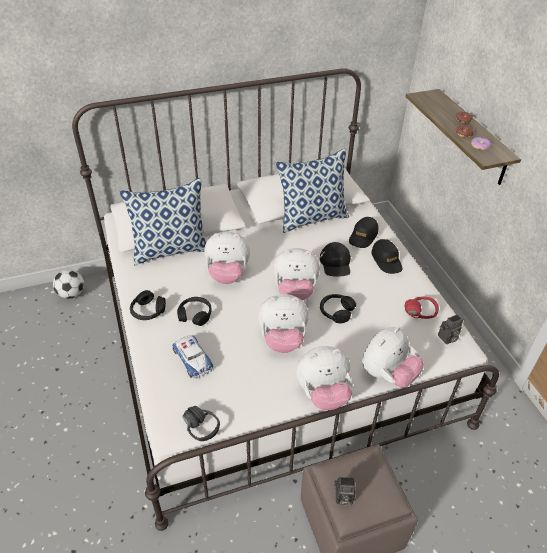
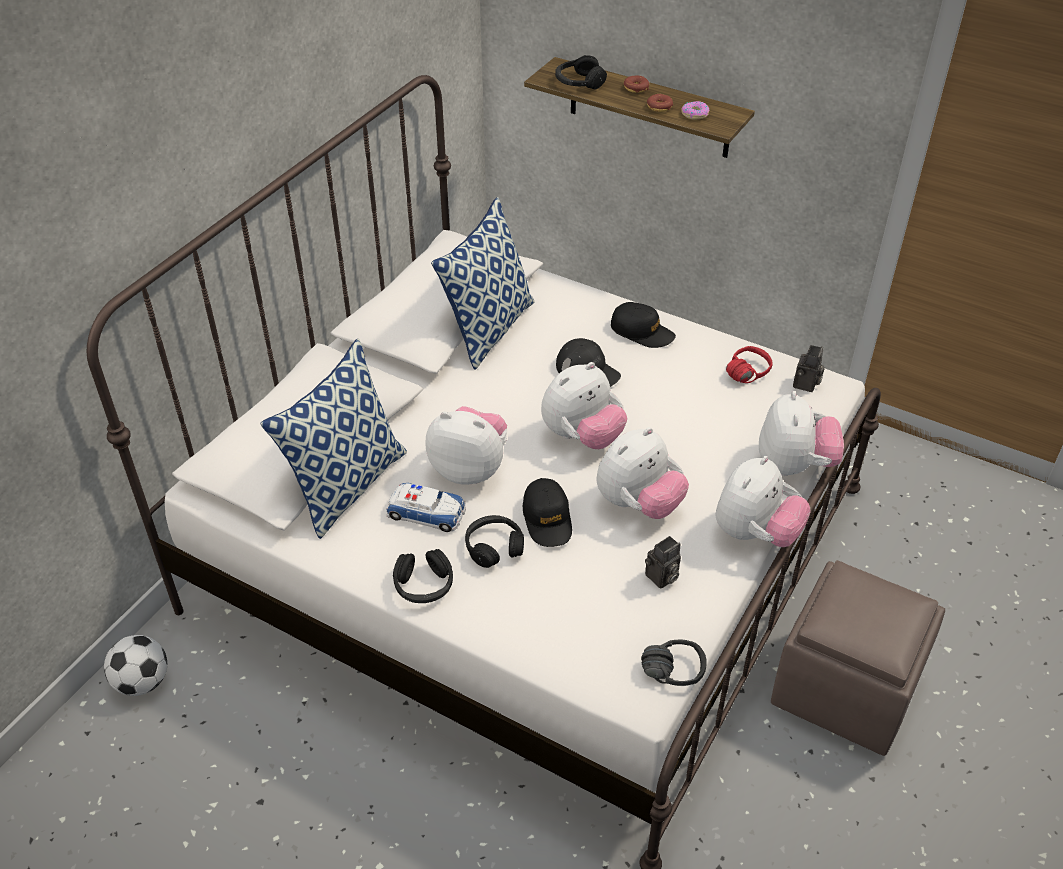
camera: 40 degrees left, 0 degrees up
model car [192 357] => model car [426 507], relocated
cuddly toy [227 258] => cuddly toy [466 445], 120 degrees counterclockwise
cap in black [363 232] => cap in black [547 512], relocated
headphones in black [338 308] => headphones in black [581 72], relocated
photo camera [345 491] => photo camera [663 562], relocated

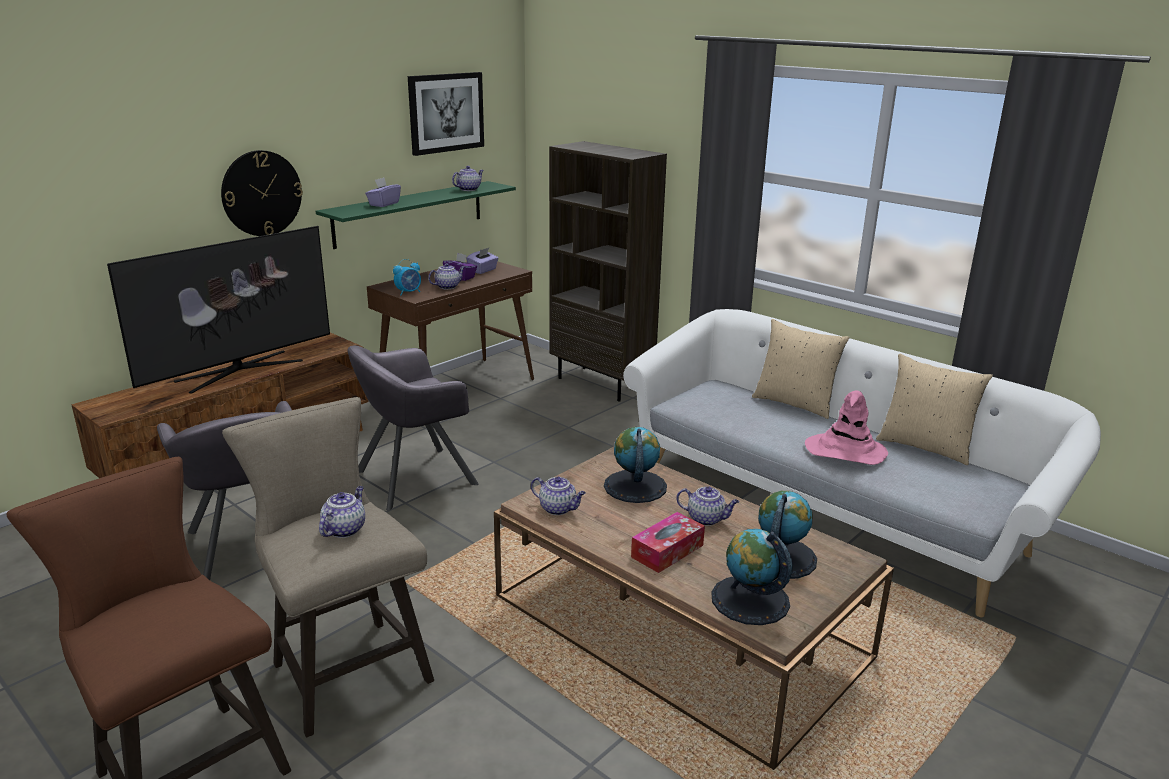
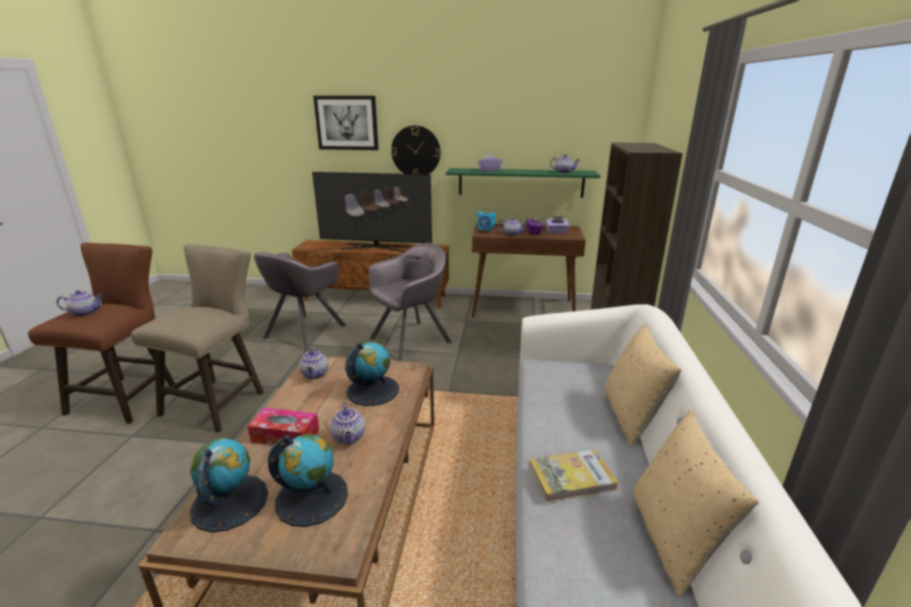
camera: 55 degrees right, 0 degrees up
teapot [342 512] => teapot [80 303], relocated
picture [446 114] => picture [346 123], relocated
lounge chair in gray [413 428] => lounge chair in gray [410 302], 120 degrees clockwise
wearable hat in pink-coloured [846 427] => bound book [574 476]

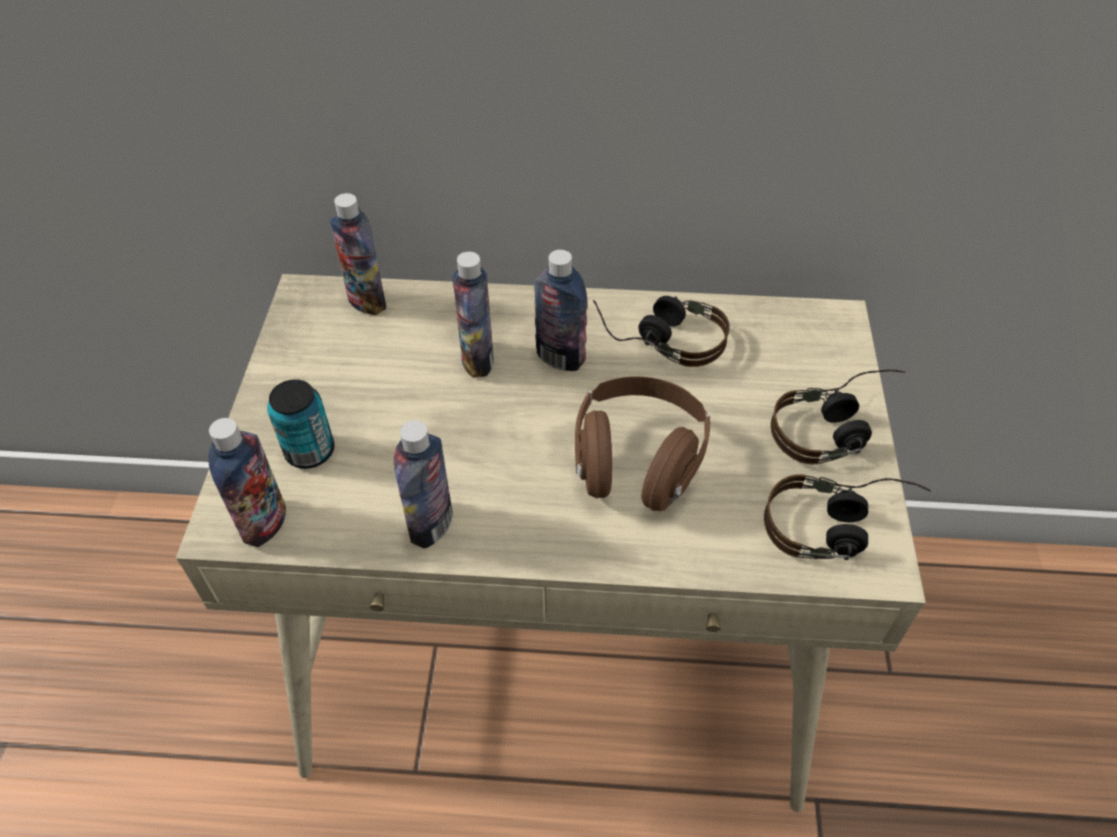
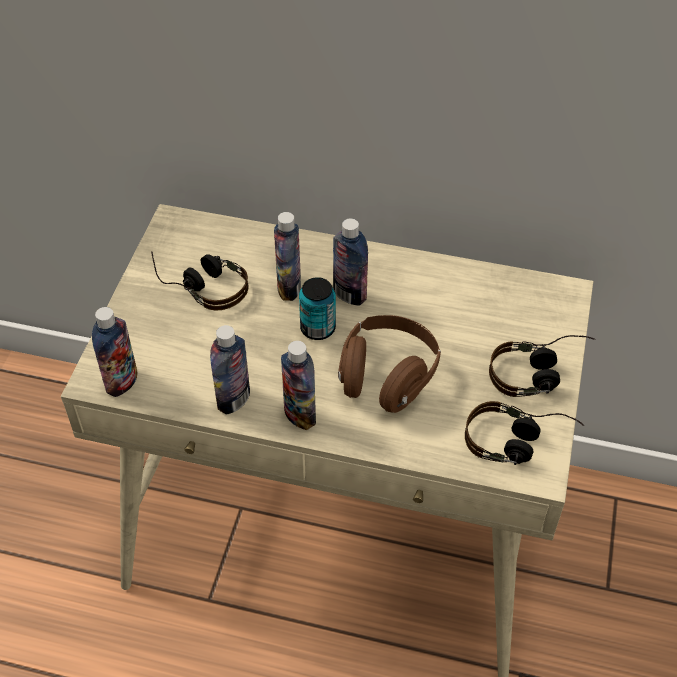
camera: 10 degrees right, 0 degrees up
headphones [661 331] => headphones [200 280], relocated
bottle [358 254] => bottle [298 385], relocated
metal can [301 424] => metal can [317 308], relocated

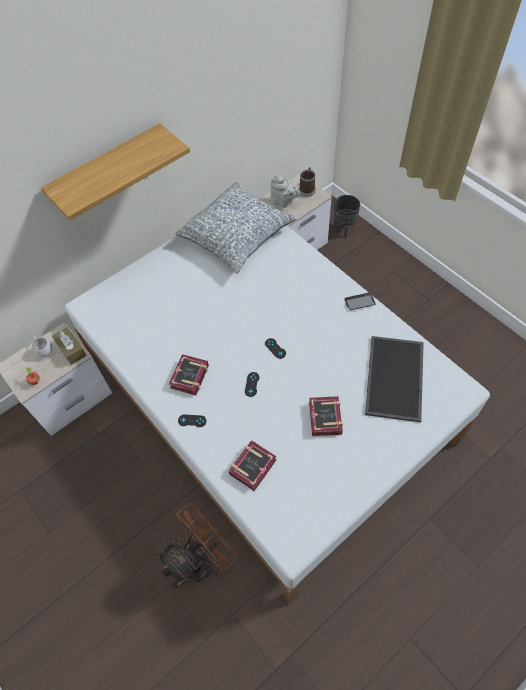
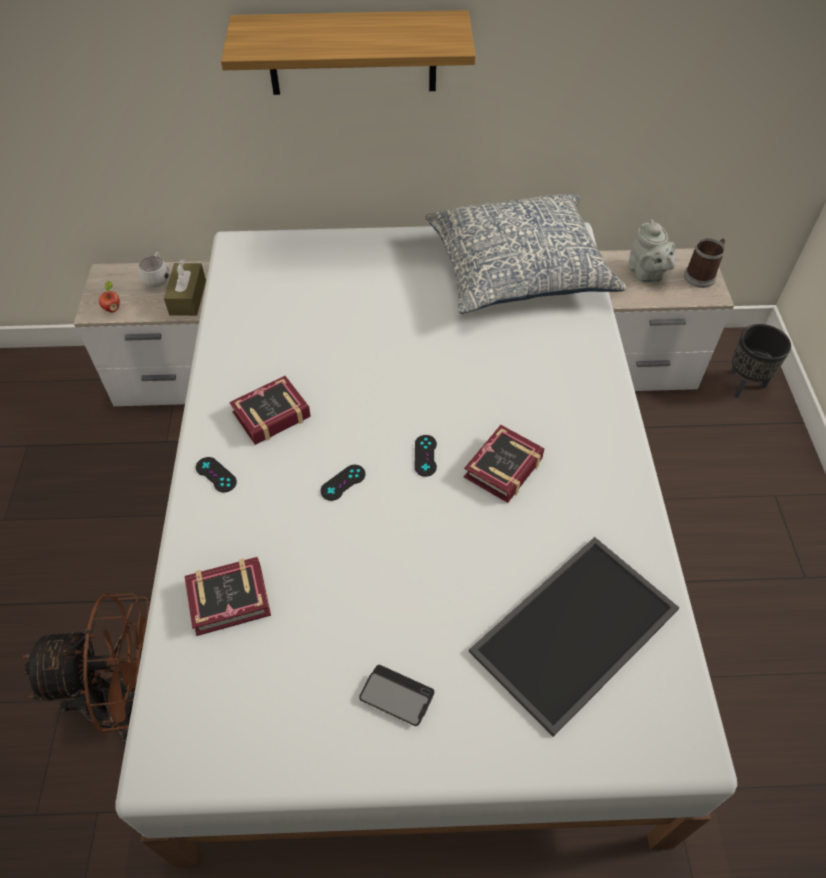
camera: 35 degrees right, 5 degrees down
handset [360 301] => handset [396 695], relocated
bound book [326 416] => bound book [504 464], relocated

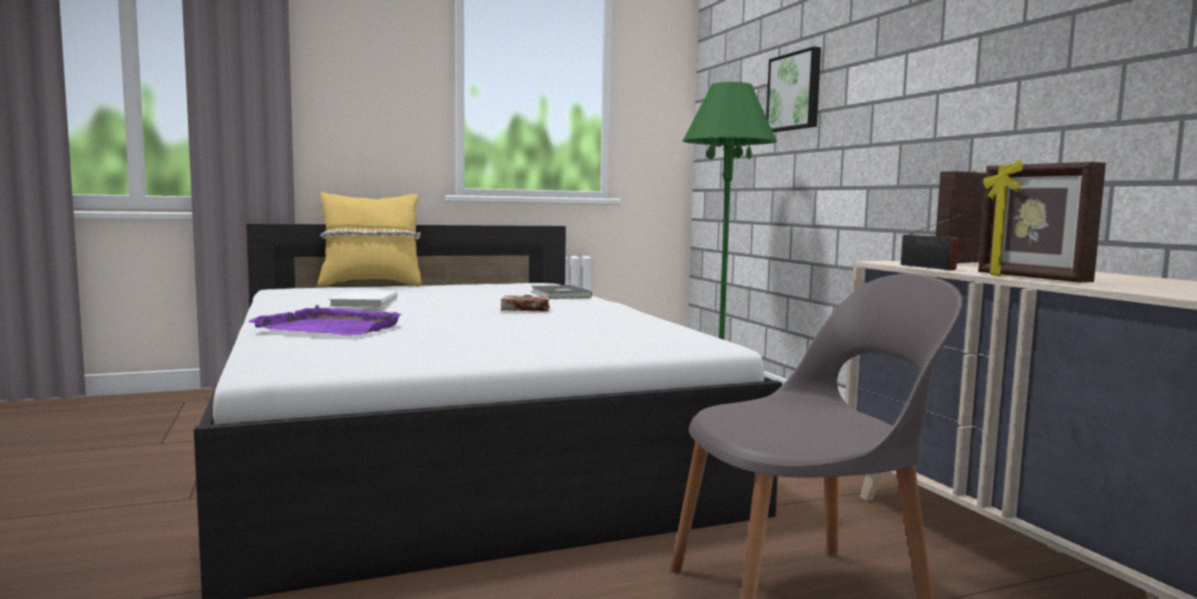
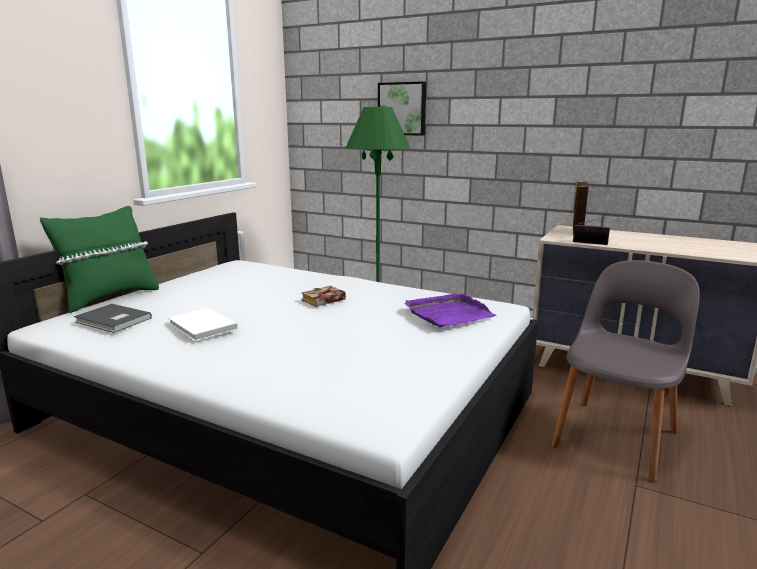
camera: 40 degrees left, 10 degrees up
pillow in yellow-coloured [369 239] => pillow in greenish [99 259]
bound book in gray [561 292] => bound book in gray [113 318], relocated
serving tray in purple [325 320] => serving tray in purple [451 310], relocated
standing frame [1042 221] => nothing

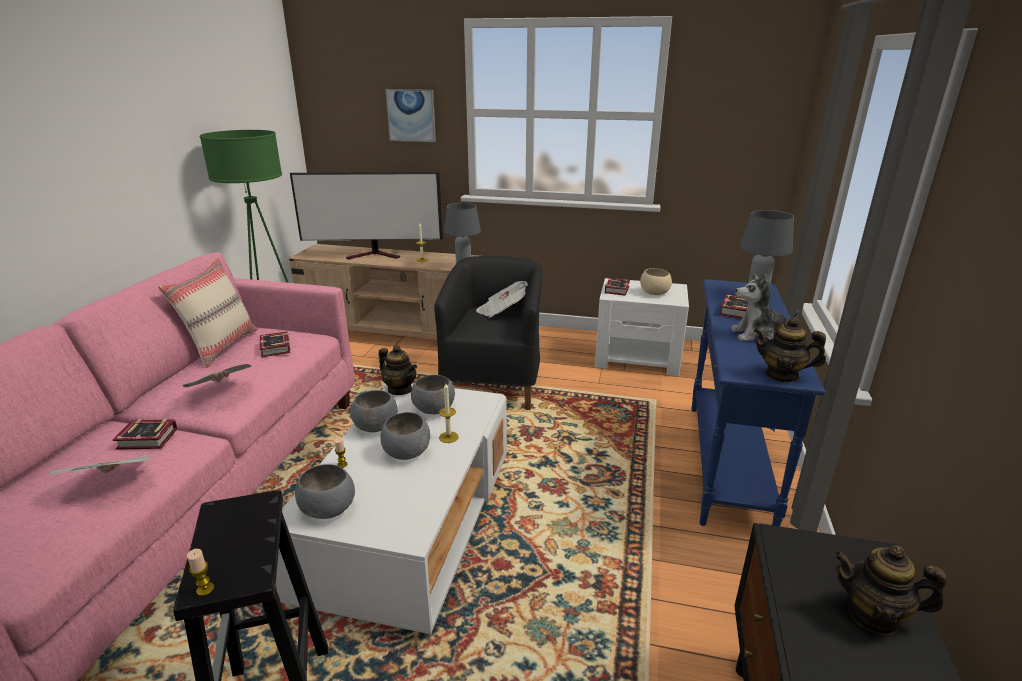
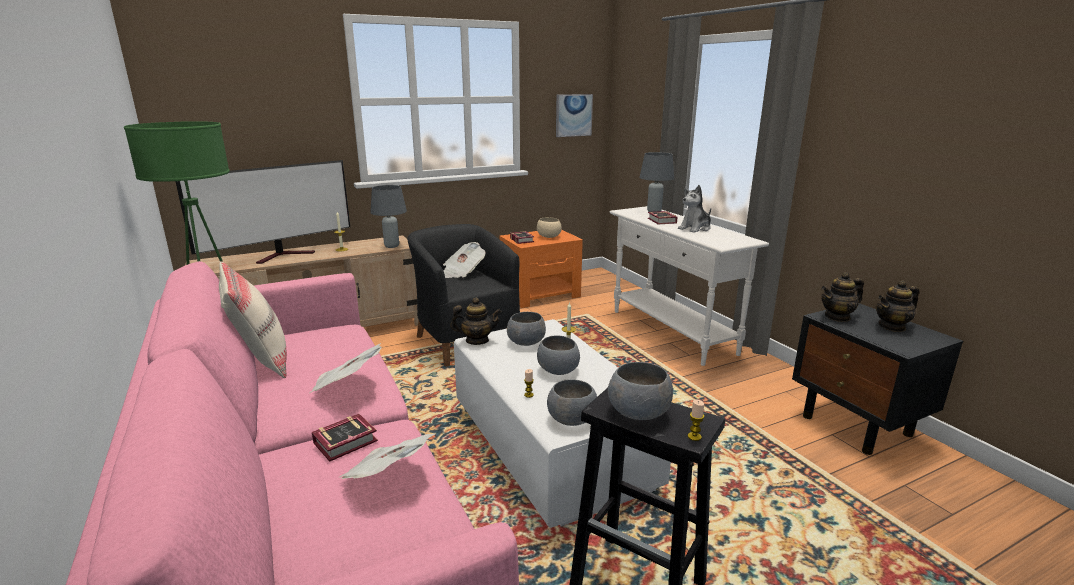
camera: 40 degrees left, 5 degrees down
night table in white [642 327] => night table in orange-coloured [541 269]
picture [410 115] => picture [574 115], relocated
serving bowl in gray [374 411] => serving bowl in gray [640 391], relocated
hall table in blue [758 402] => hall table in white [689 286]
teapot [790 350] => teapot [842 297], relocated
bound book [275 344] => nothing

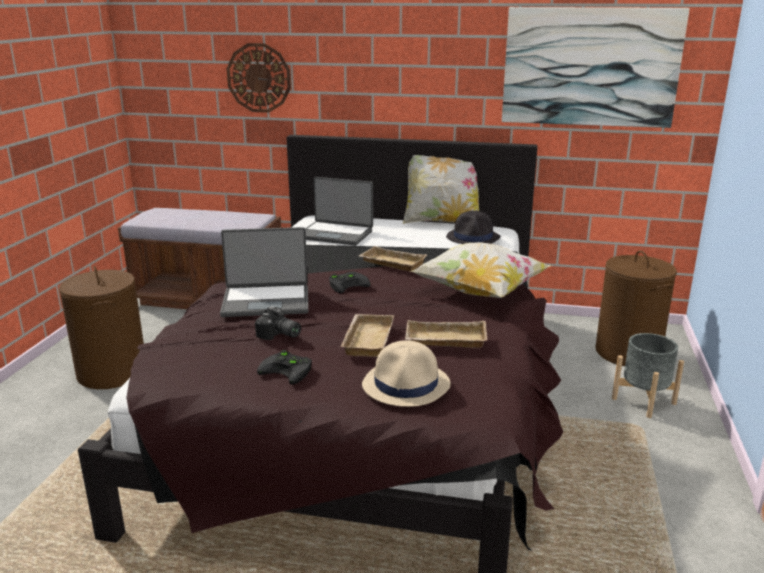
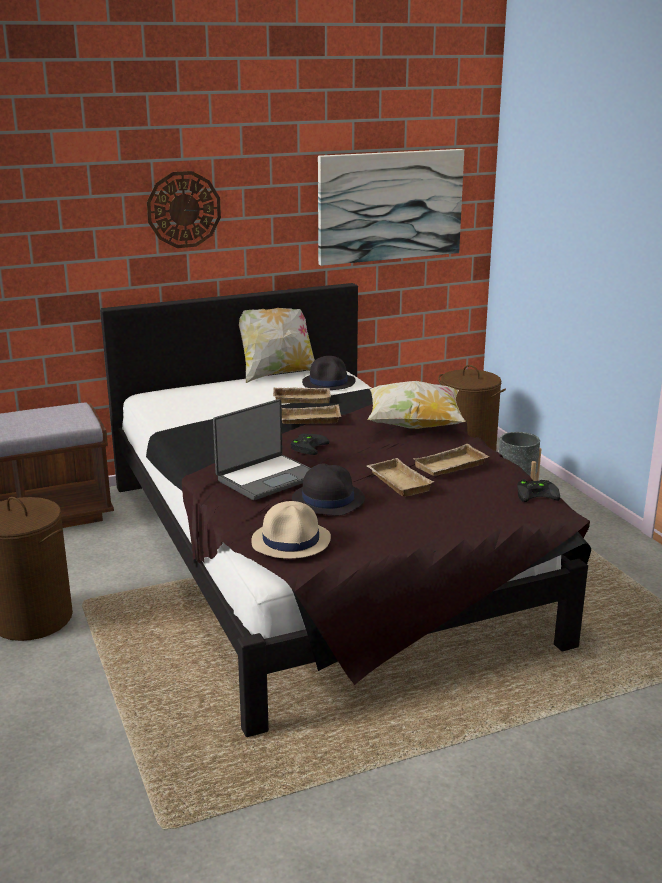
camera: 35 degrees left, 0 degrees up
clock on the wall [259 78] => clock on the wall [184 209], relocated
wearable hat in sand-coloured [406 373] => wearable hat in sand-coloured [291 530], relocated
nothing => serving tray in sand-coloured [302 395]
photo camera [278 323] => wearable hat in black [328 489]
joypad in black [284 367] => joypad in black [538 490], relocated
laptop [339 211] => nothing

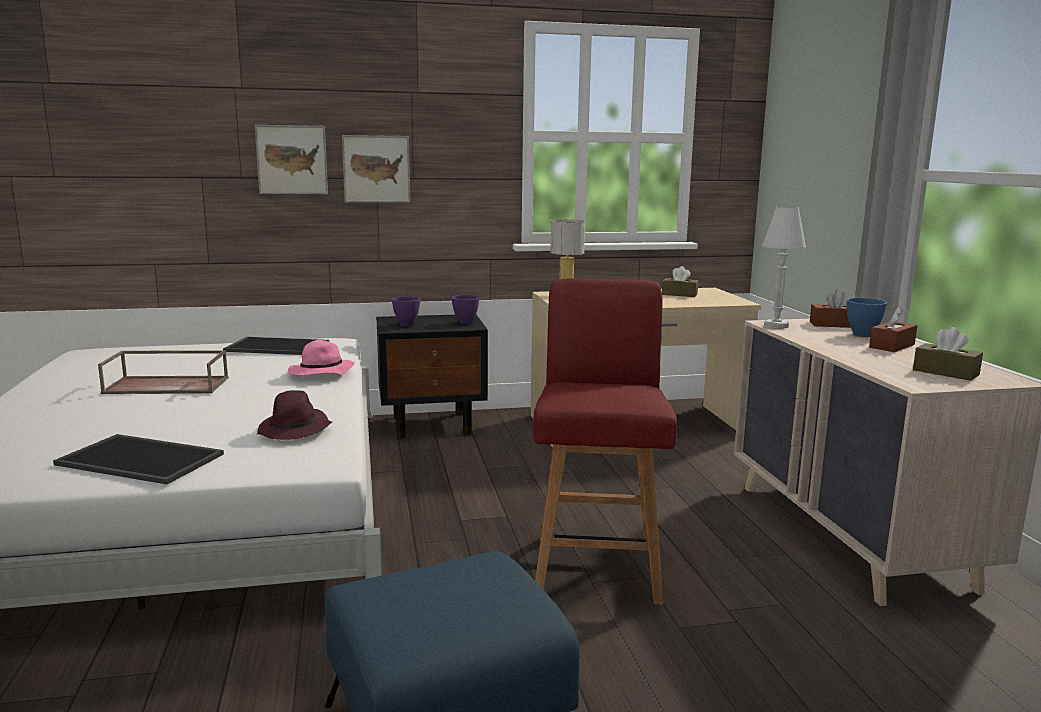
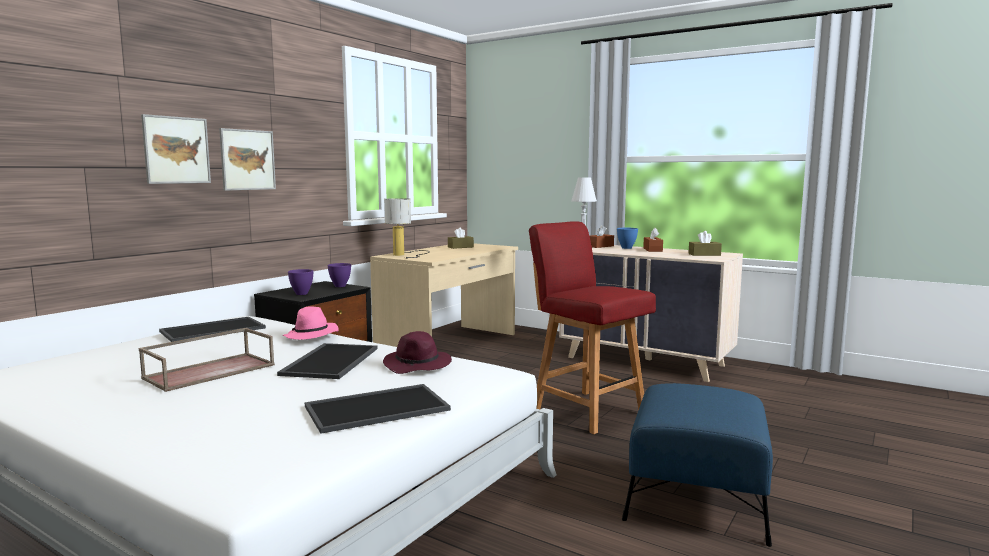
camera: 45 degrees left, 5 degrees down
nothing => serving tray [327 361]

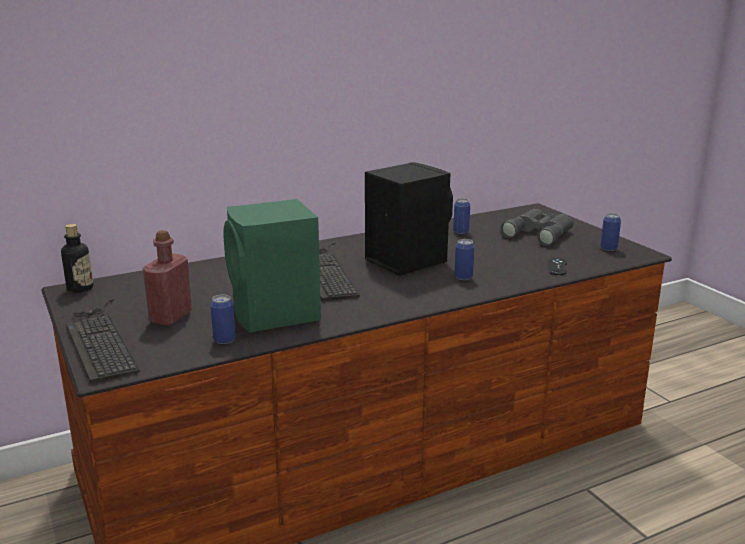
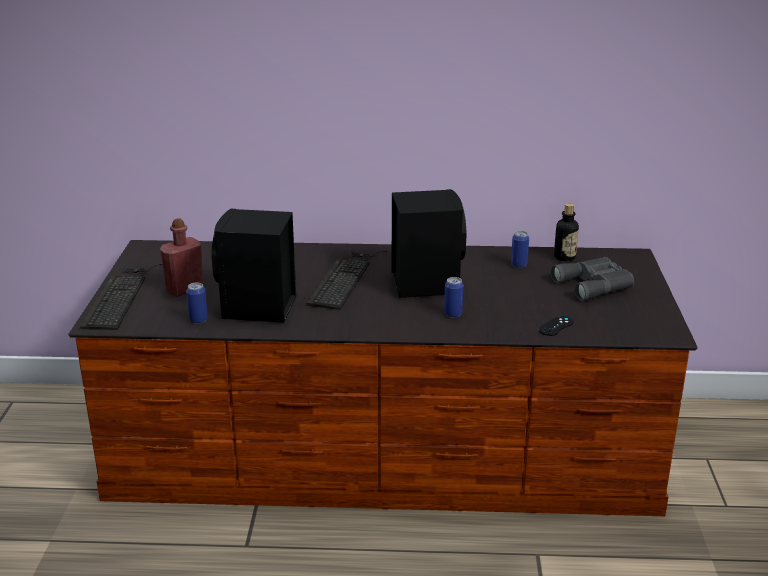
camera: 30 degrees right, 5 degrees up
loudspeaker in greenish [272 266] => loudspeaker in black [253 266]
bottle [77 258] => bottle [566 232], relocated
metal can [610 232] => nothing

